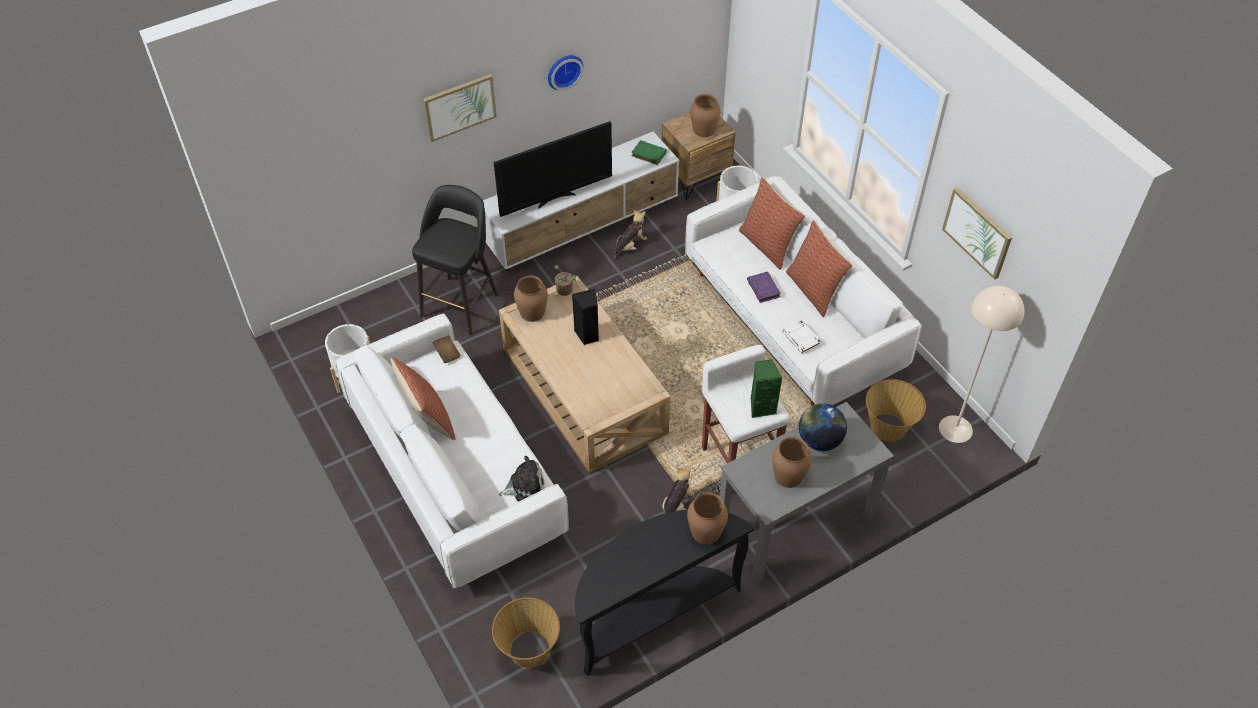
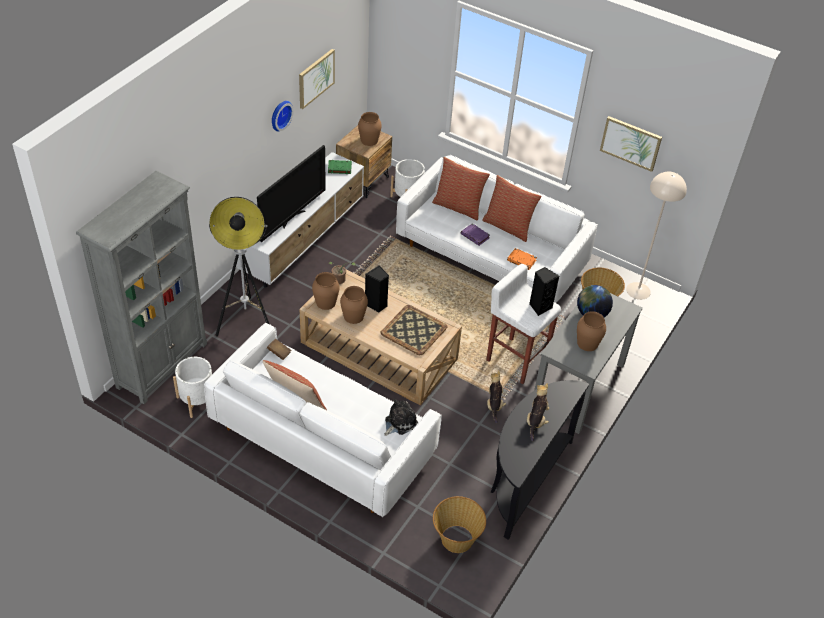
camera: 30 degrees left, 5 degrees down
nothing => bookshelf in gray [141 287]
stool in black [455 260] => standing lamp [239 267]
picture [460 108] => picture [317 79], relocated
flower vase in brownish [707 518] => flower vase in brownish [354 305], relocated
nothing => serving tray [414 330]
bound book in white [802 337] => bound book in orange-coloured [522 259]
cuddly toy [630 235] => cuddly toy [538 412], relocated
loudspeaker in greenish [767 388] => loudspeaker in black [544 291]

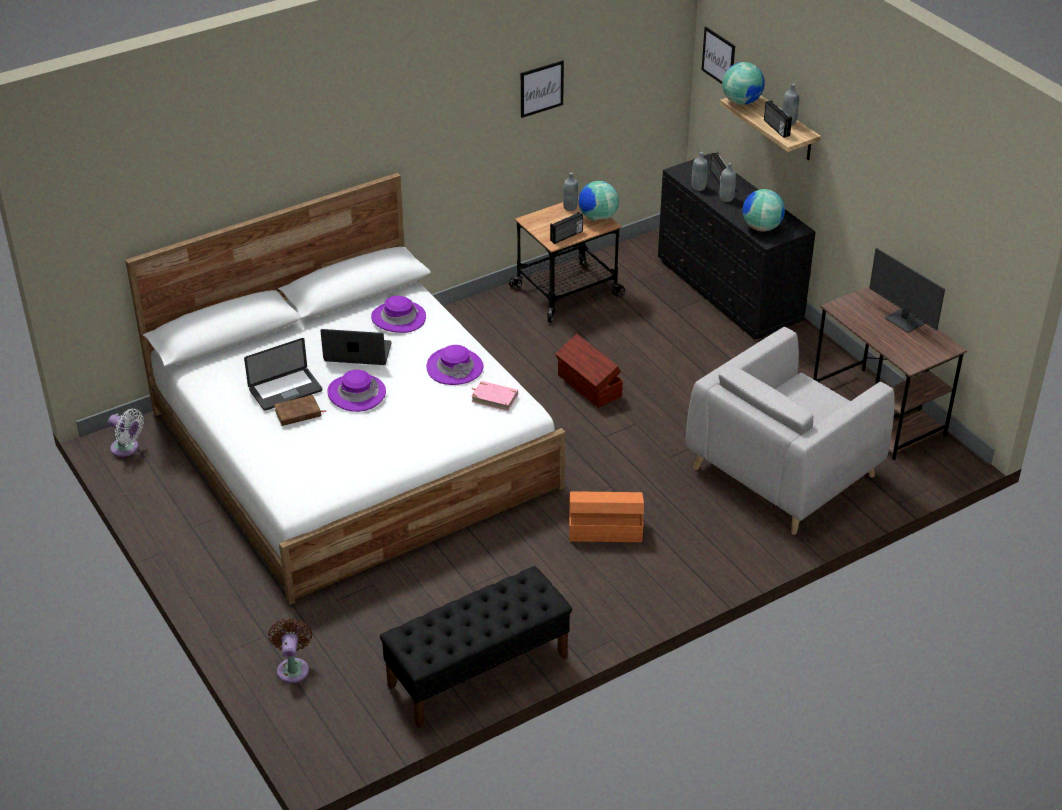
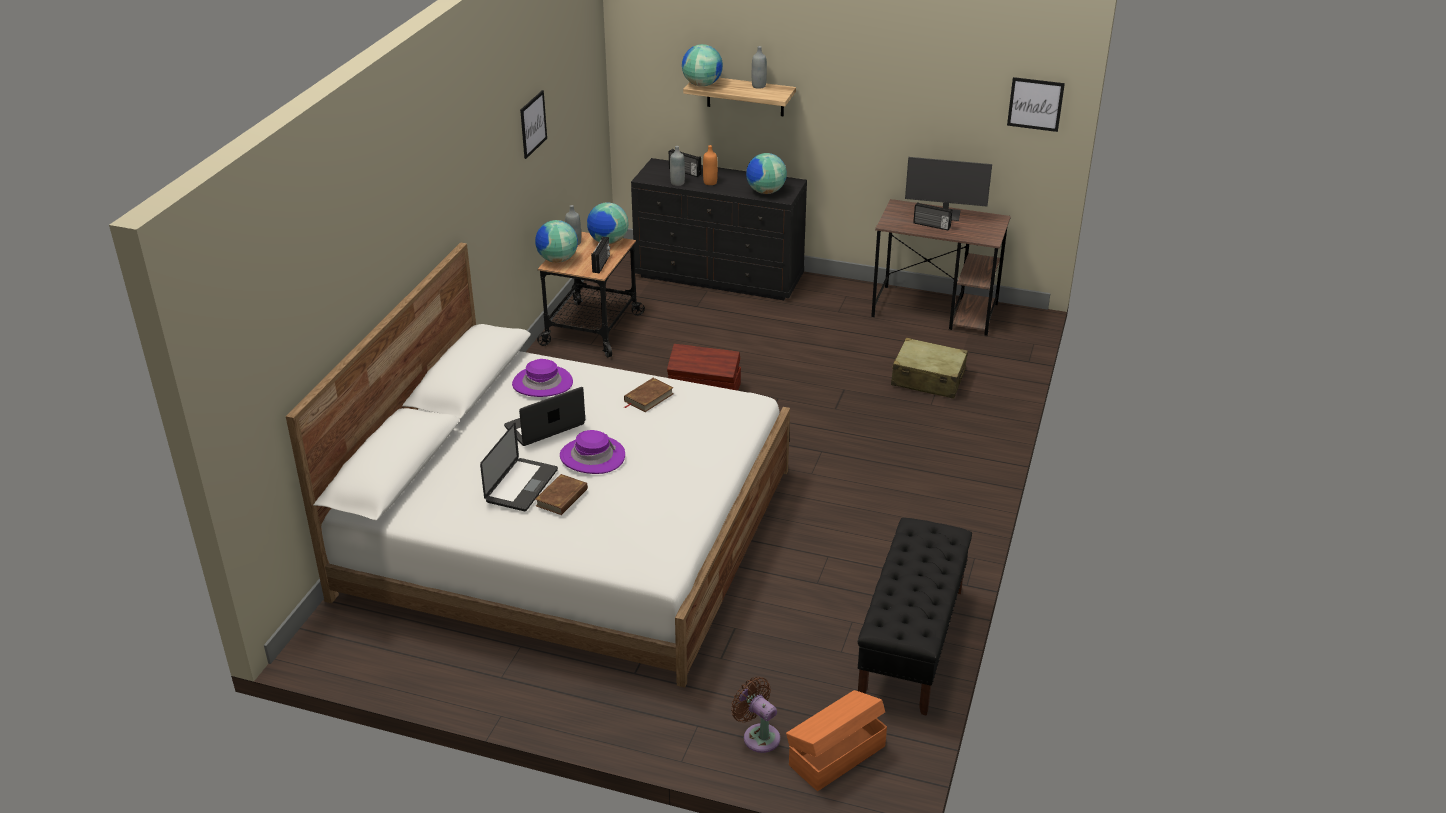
camera: 40 degrees left, 5 degrees down
nothing => world globe [556 241]
wearable hat in purple [455 365] => bound book in brownish [649 395]
bottle in gray [728 182] => bottle in orange-coloured [710 165]
storage box in orange-coloured [606 516] => storage box in orange-coloured [836 740], relocated
lounge chair in gray [790 431] => suitcase in sand-coloured [929 368]
radio [778 119] => radio [932 216], relocated
picture [718 55] => picture [1036 104], relocated
cooling fan in white [126 433] => nothing
bound book in pink-coloured [494 396] => nothing

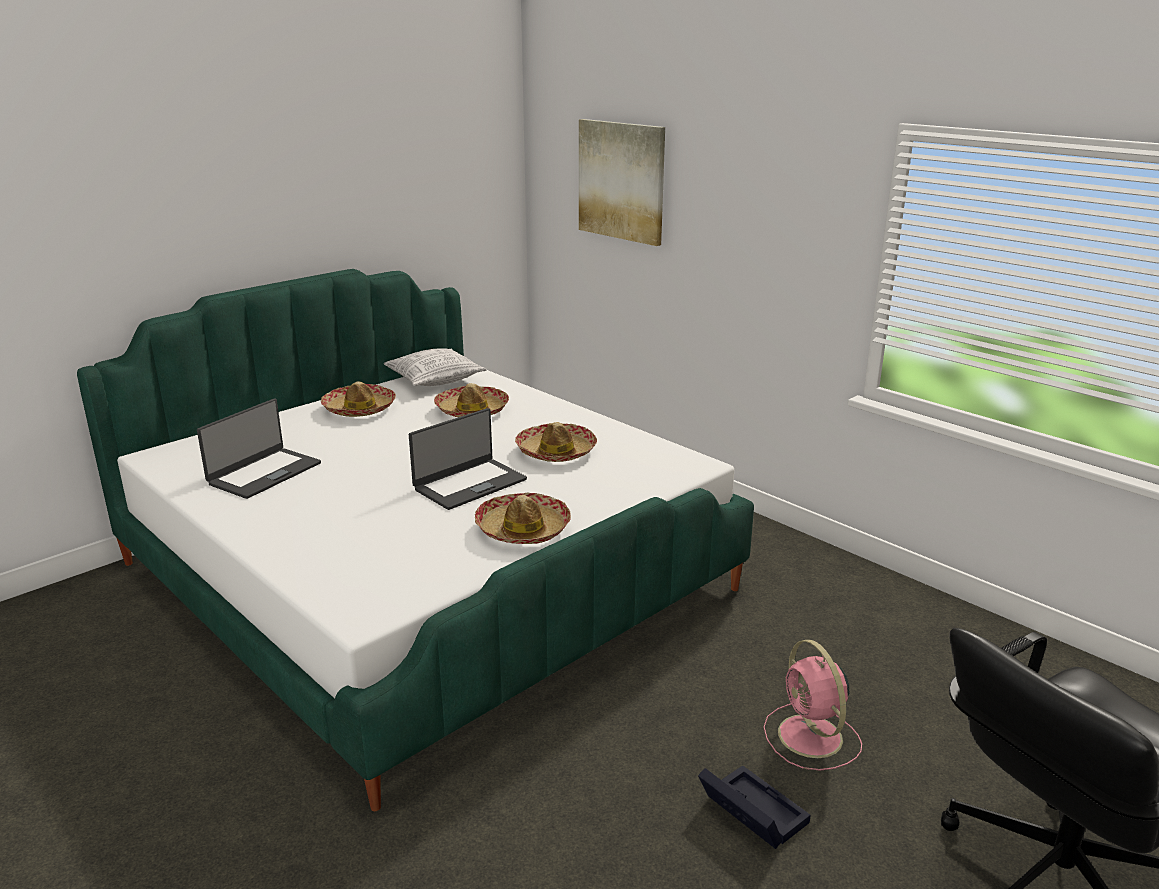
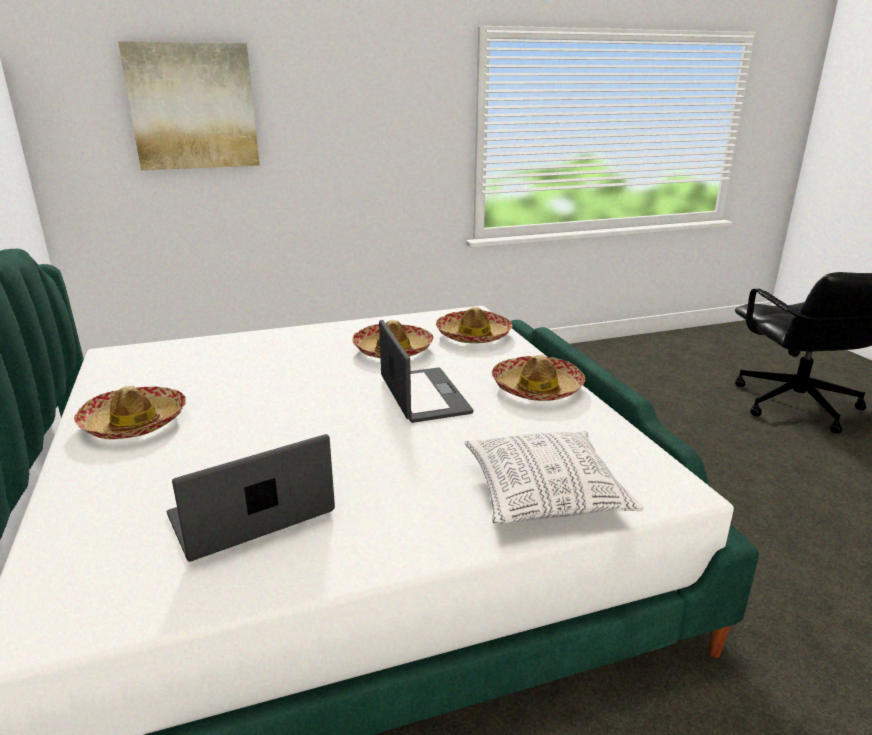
camera: 65 degrees left, 0 degrees up
laptop [259 449] => laptop [251 498], 90 degrees counterclockwise
wearable hat [471 400] => wearable hat [474 325], relocated
pillow [435 367] => pillow [554 477], relocated
storage box in black [754 807] => nothing
cooling fan in pink-coloured [813 705] => nothing

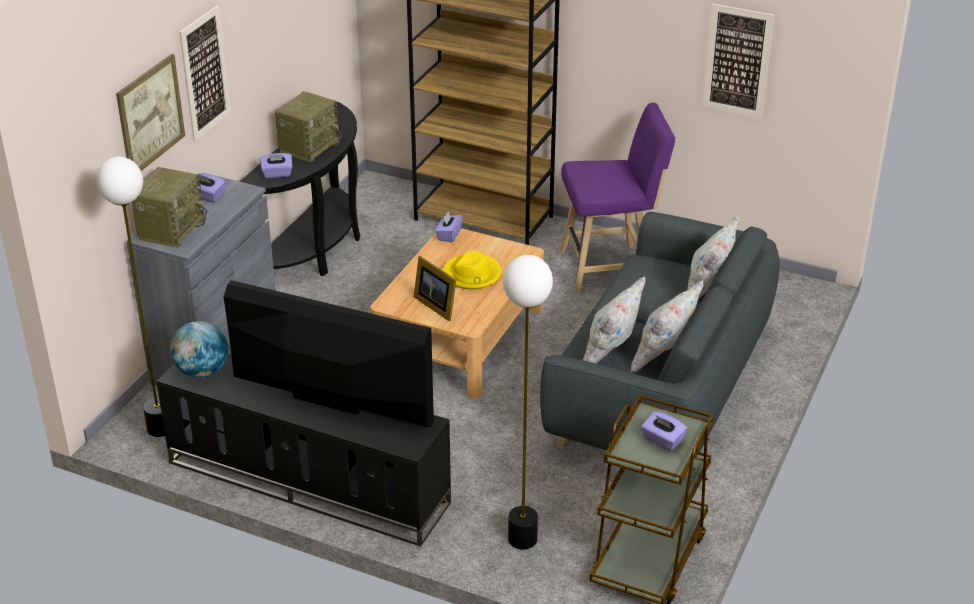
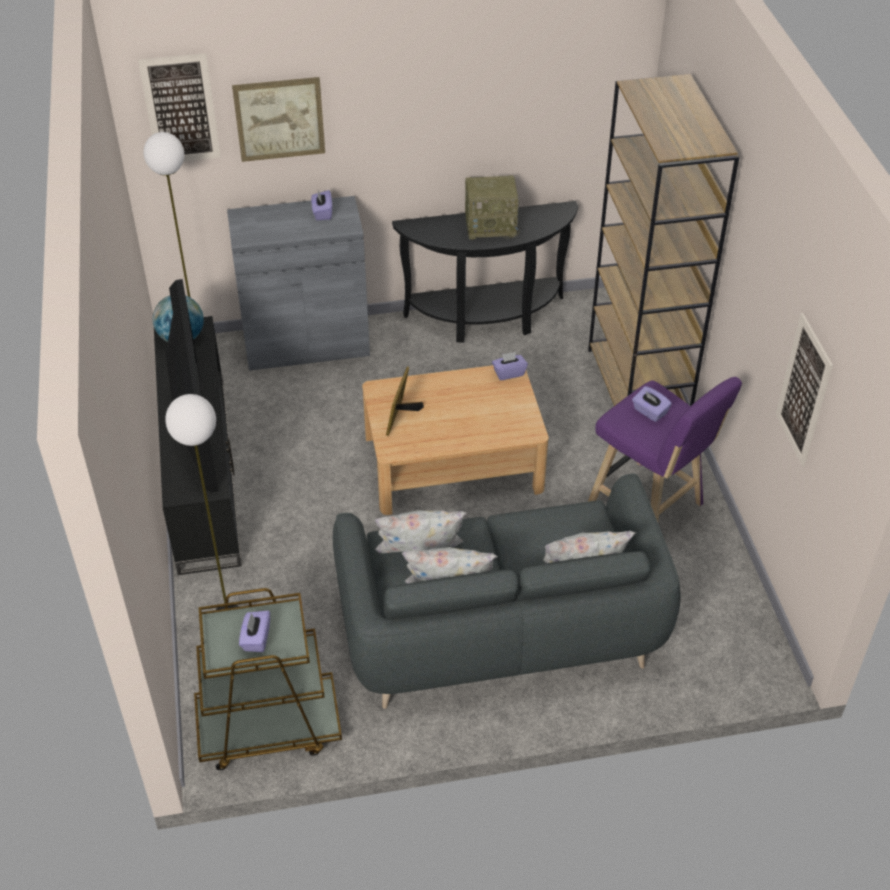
camera: 55 degrees right, 10 degrees up
picture [205 73] => picture [179 107], relocated
tissue holder in purple [276 165] => tissue holder in purple [652 404], relocated
radio [169 207] => nothing
wearable hat in yellow-coloured [472 270] => nothing

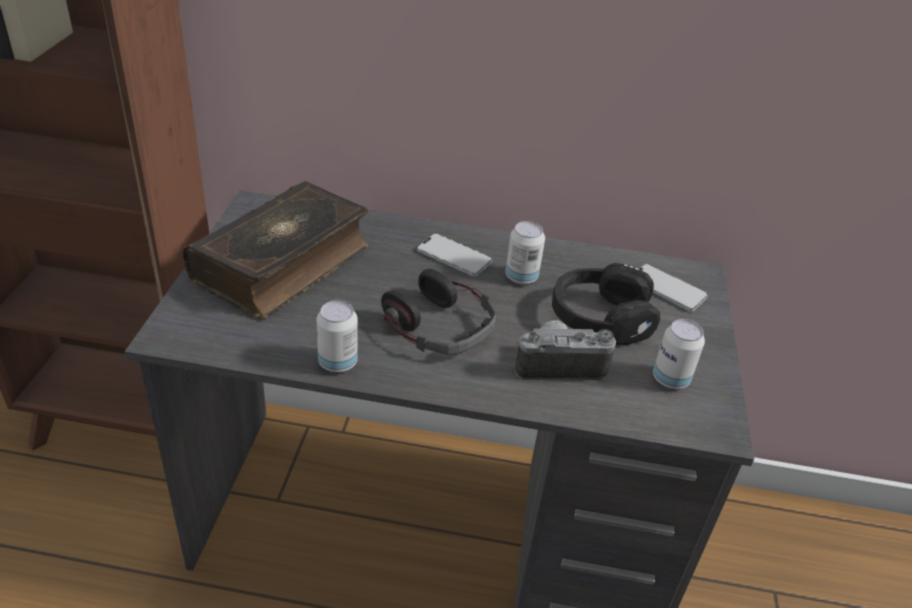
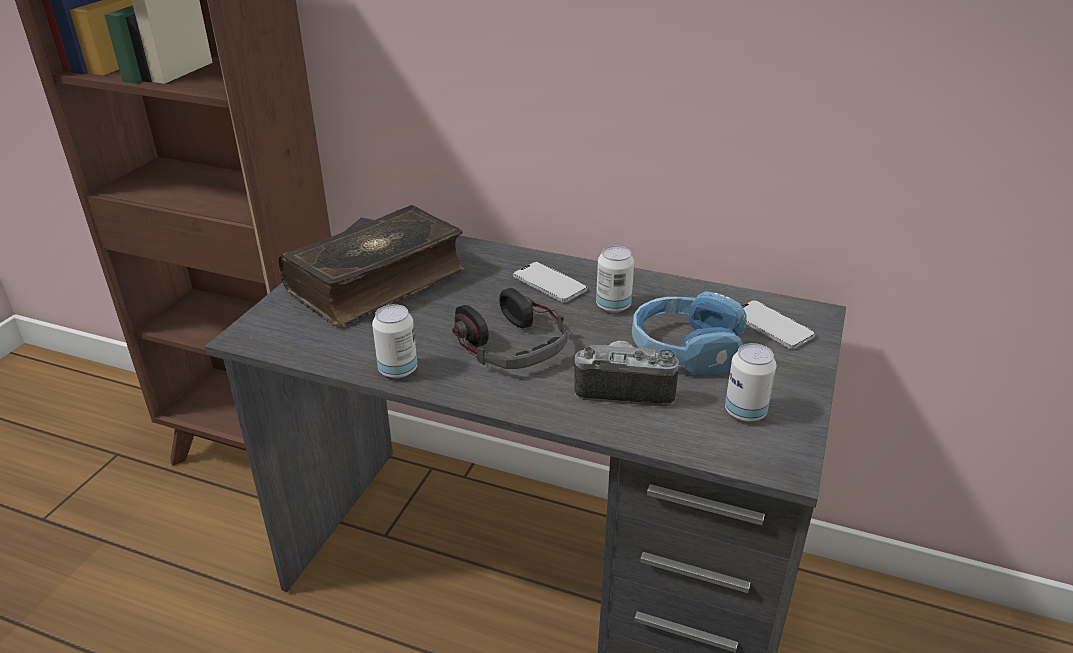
camera: 15 degrees right, 5 degrees down
headphones in black [606 304] => headphones in blue [689 333]

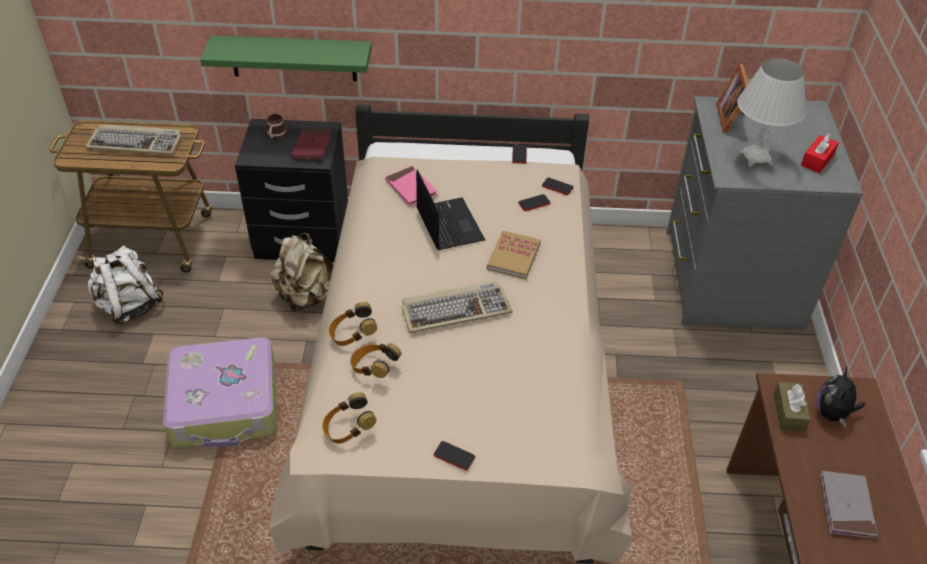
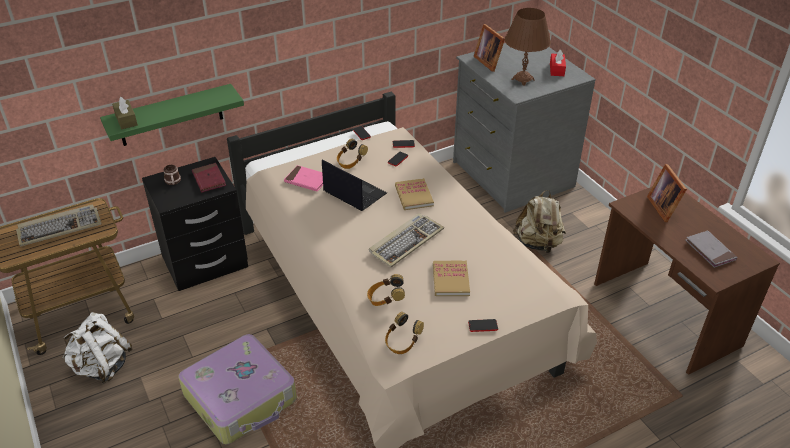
camera: 30 degrees left, 5 degrees down
tissue holder in brownish [792 407] => tissue holder in brownish [125 113], relocated
headphones [353 324] => headphones [352 154], relocated
nothing => bound book [451 278]
lamp for a table in white [771 112] => lamp for a table in brownish [528 47]
knapsack in sand-coloured [301 272] => knapsack in sand-coloured [539 221], relocated
cuddly toy [841 397] => standing frame [667 193]

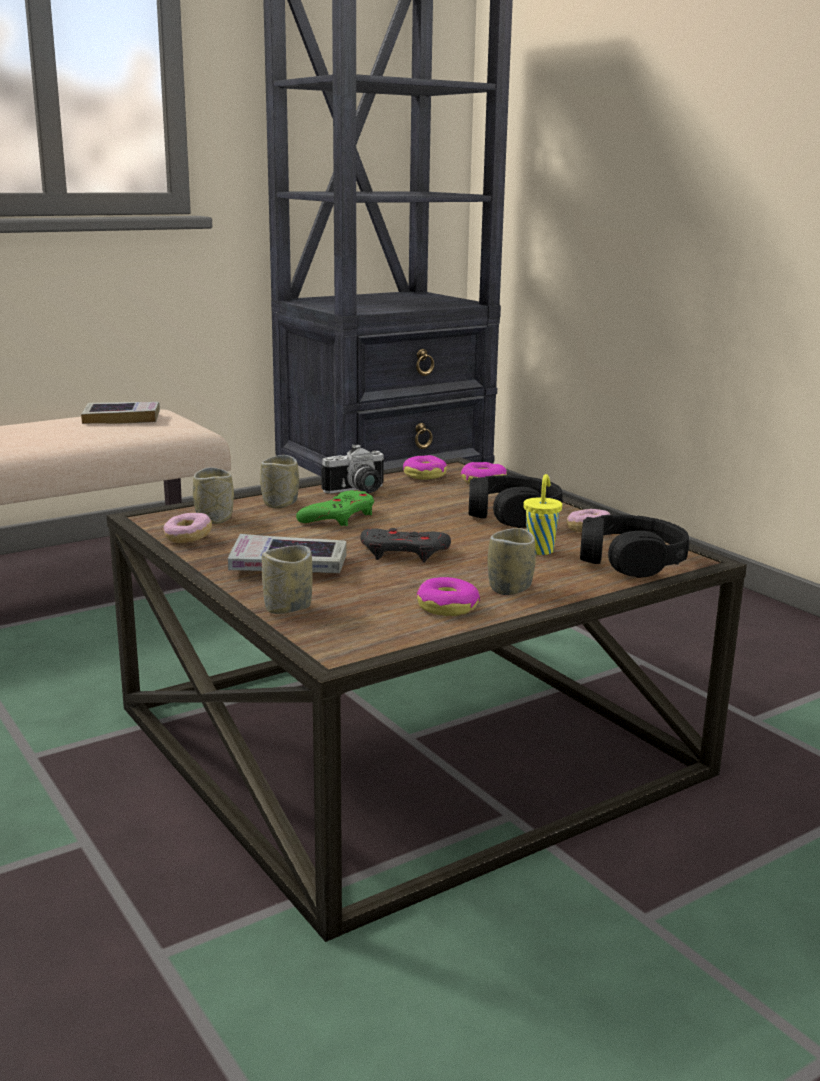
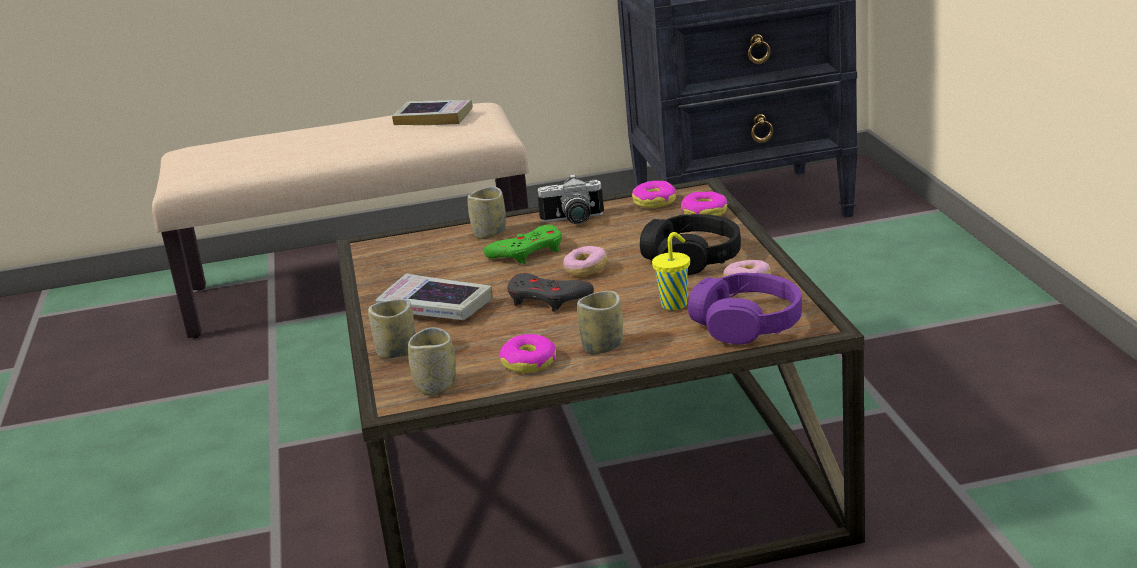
camera: 25 degrees right, 5 degrees up
cup [213 495] => cup [432 361], relocated
donut [187 528] => donut [585 261], relocated
headphones in black [634 546] => headphones in purple [745 308]

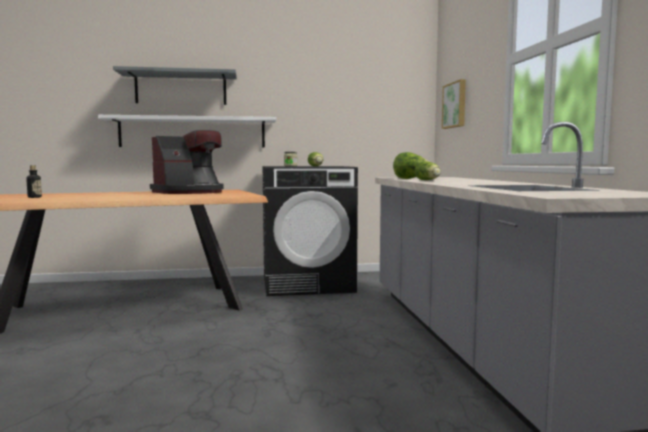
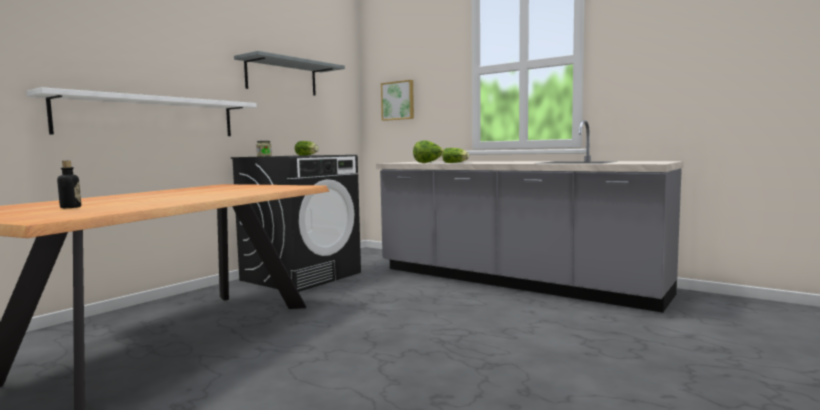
camera: 45 degrees left, 0 degrees up
shelf in gray [175 85] => shelf in gray [289 73], relocated
coffee maker [187 162] => nothing

